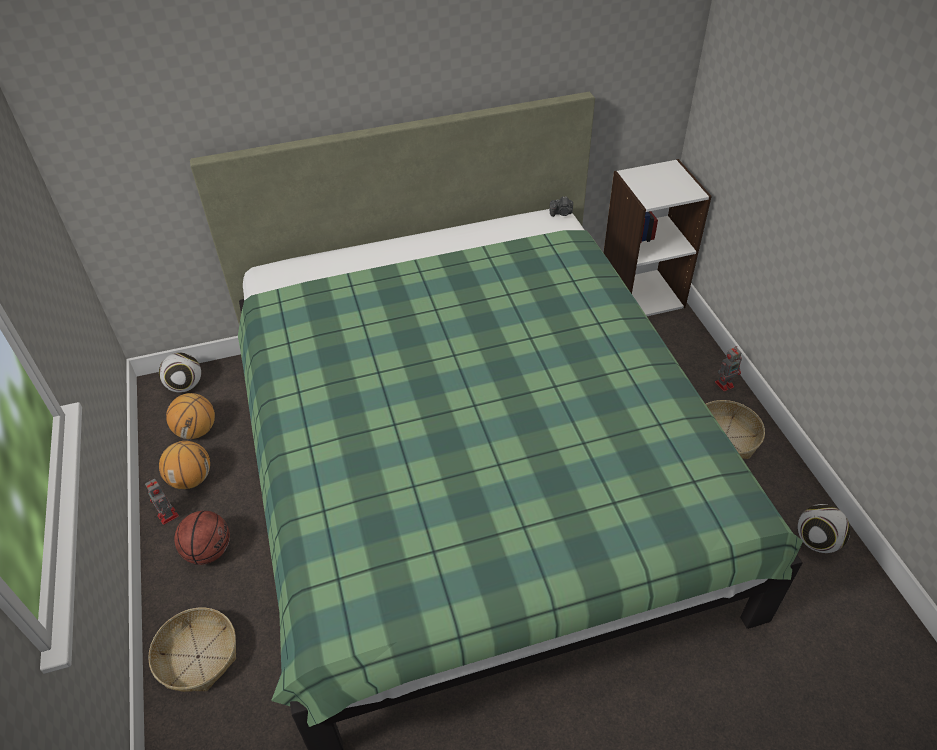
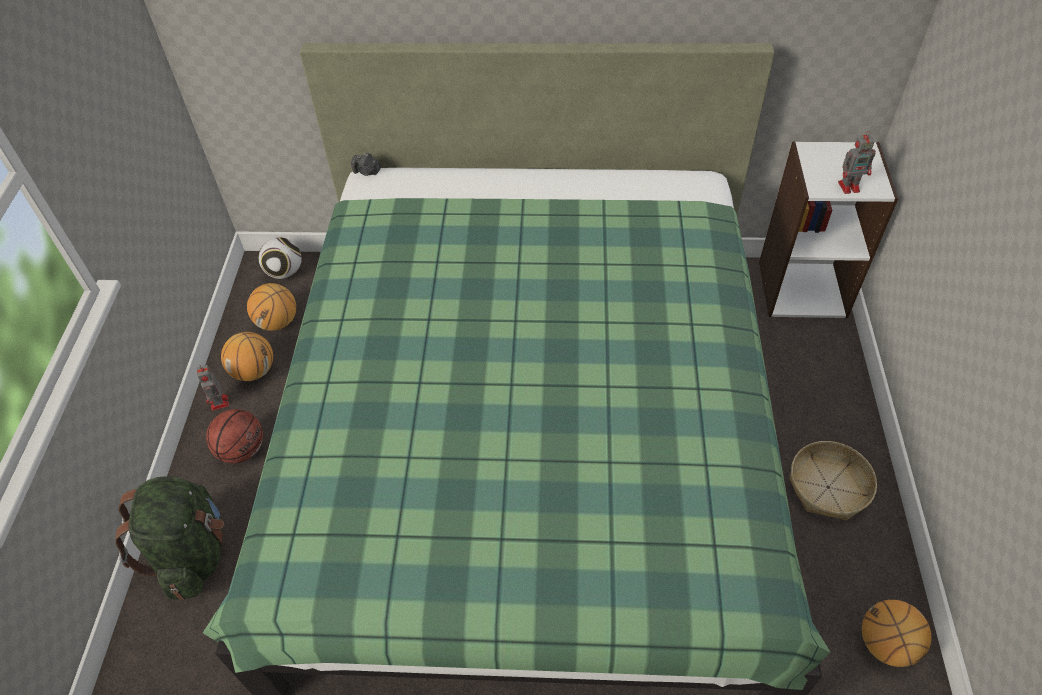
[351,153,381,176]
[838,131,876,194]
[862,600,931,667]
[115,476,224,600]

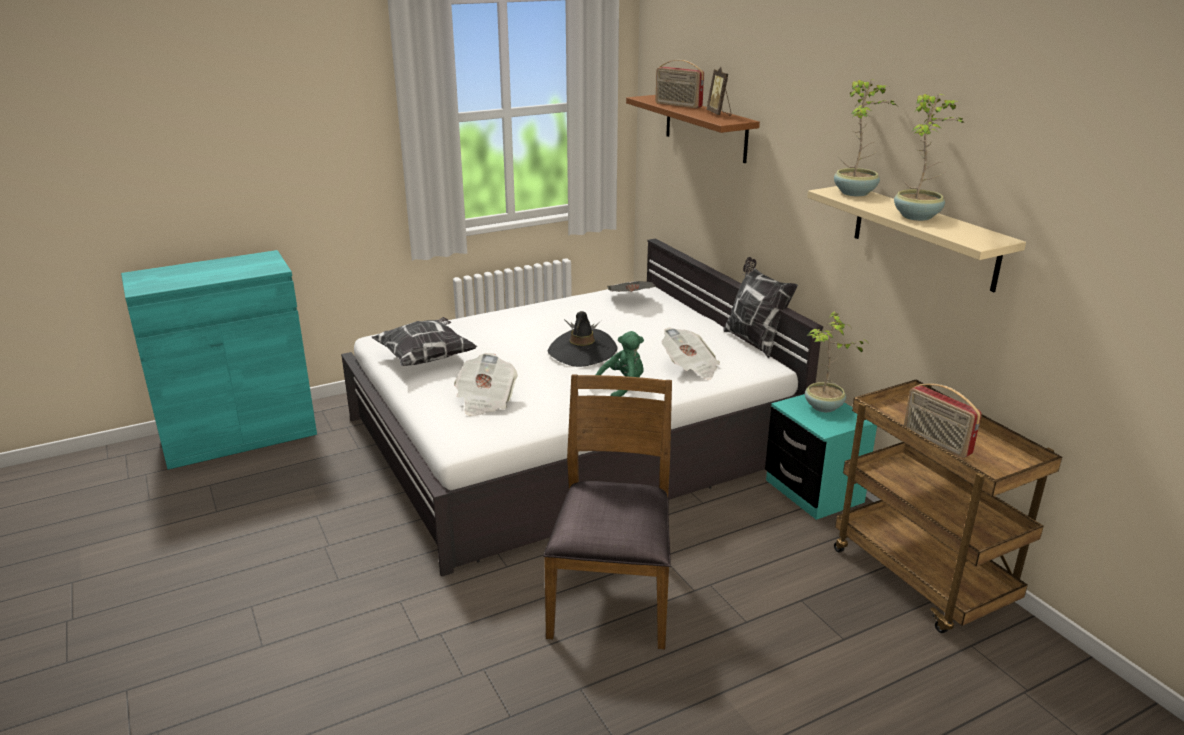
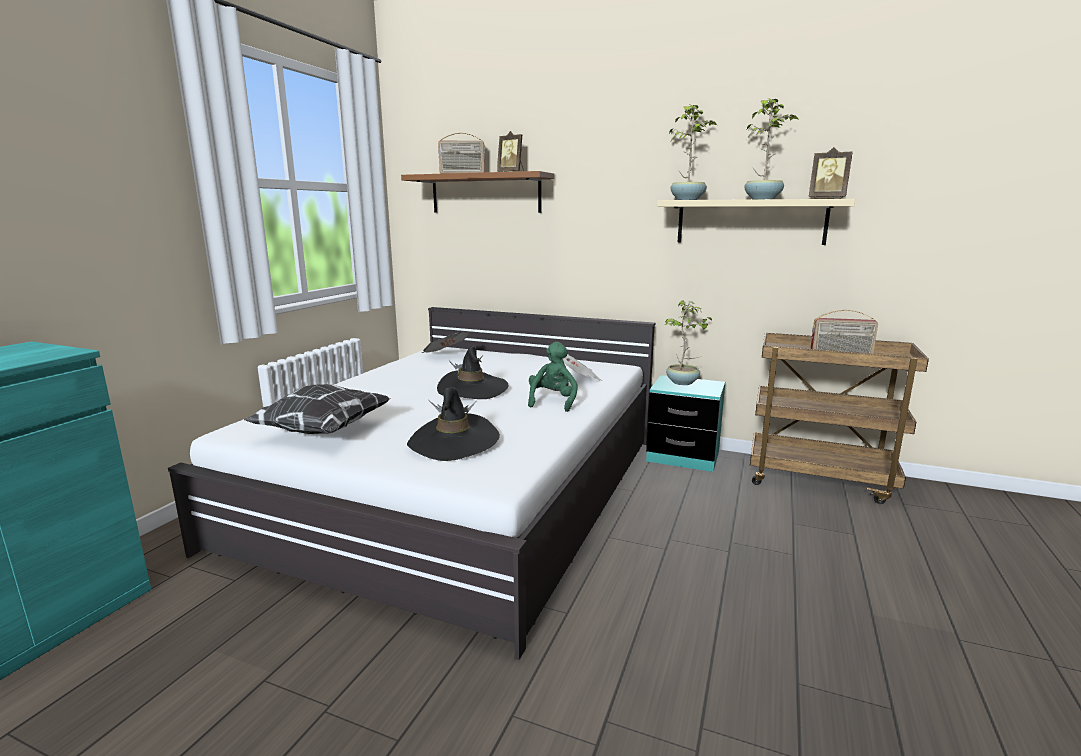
[723,257,798,358] (first image)
[407,387,500,461]
[543,374,672,649] (first image)
[809,147,853,199]

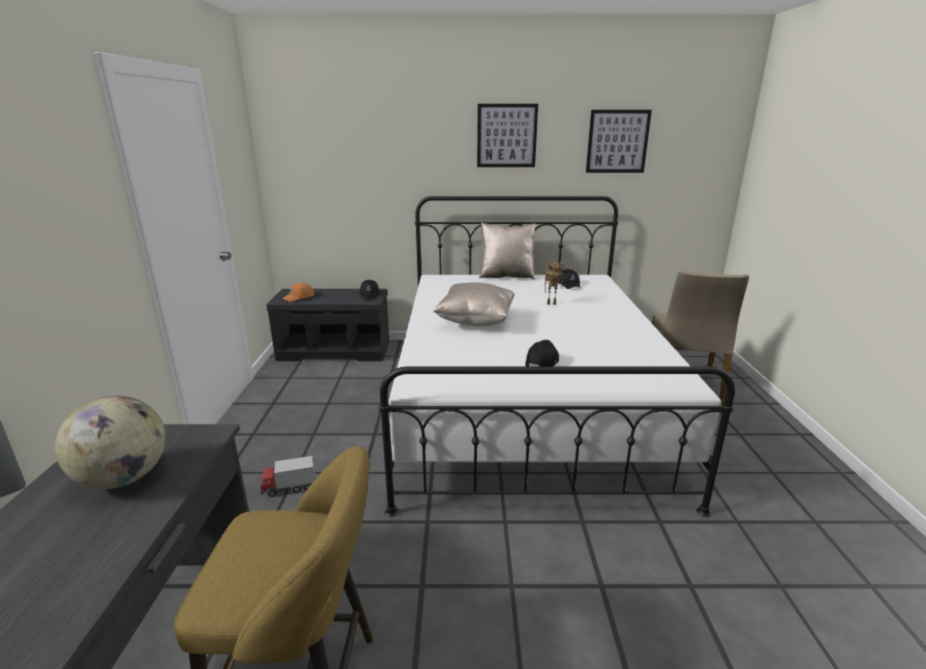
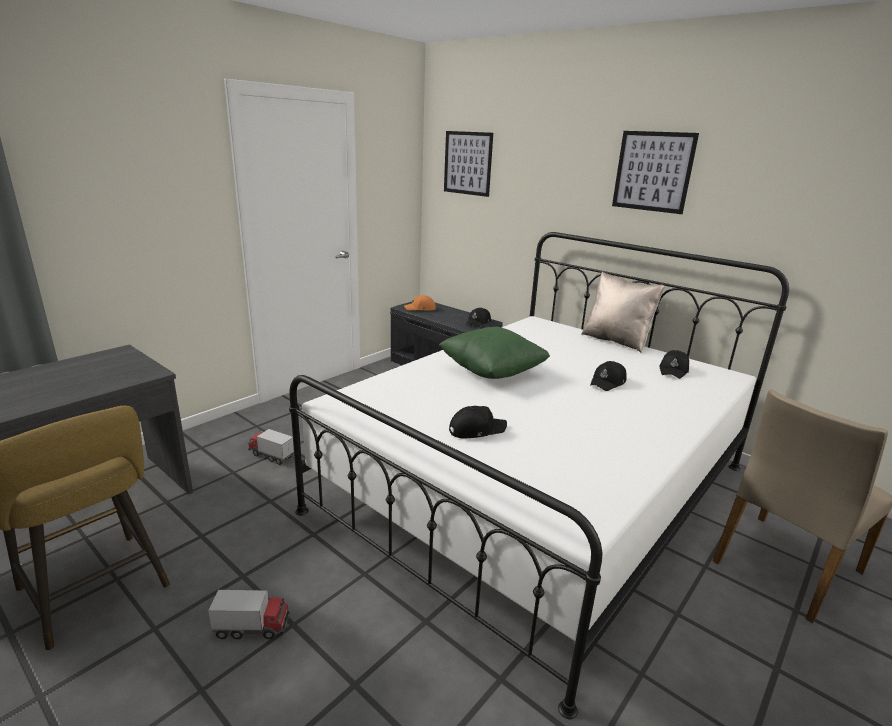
[444,131,493,197]
[590,361,626,391]
[438,327,550,379]
[55,396,165,489] (first image)
[208,590,290,639]

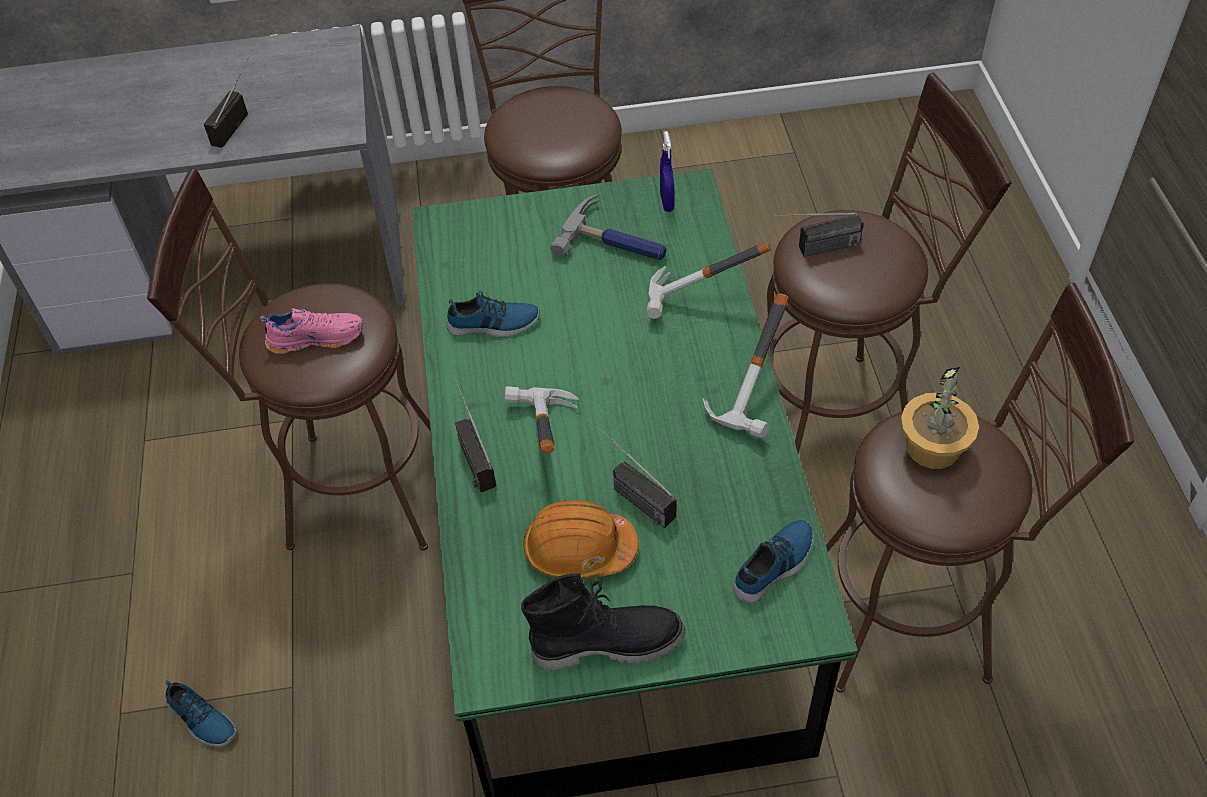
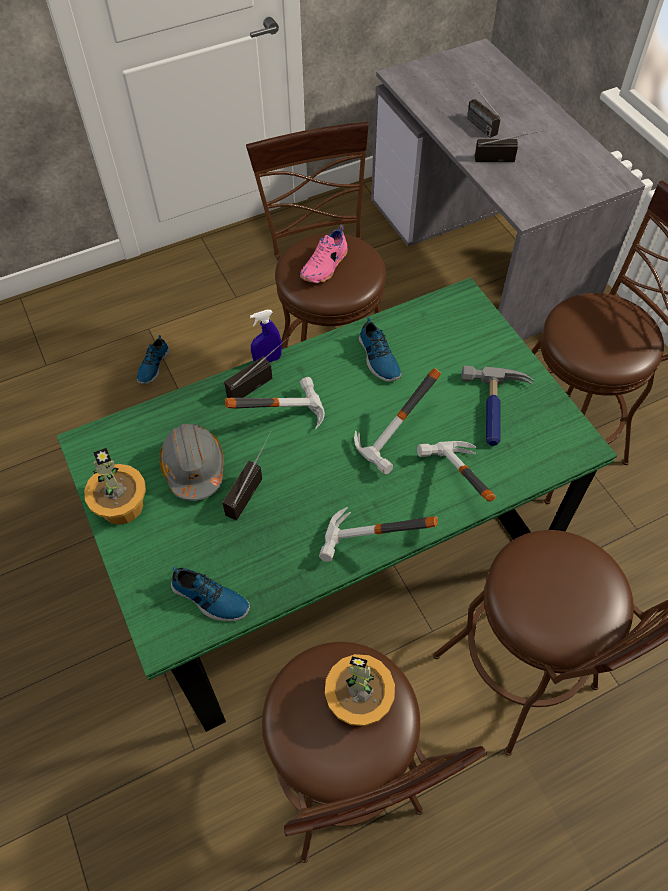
[250,310,282,363]
[465,74,500,138]
[300,225,348,283]
[160,424,224,501]
[84,448,146,525]
[354,368,441,475]

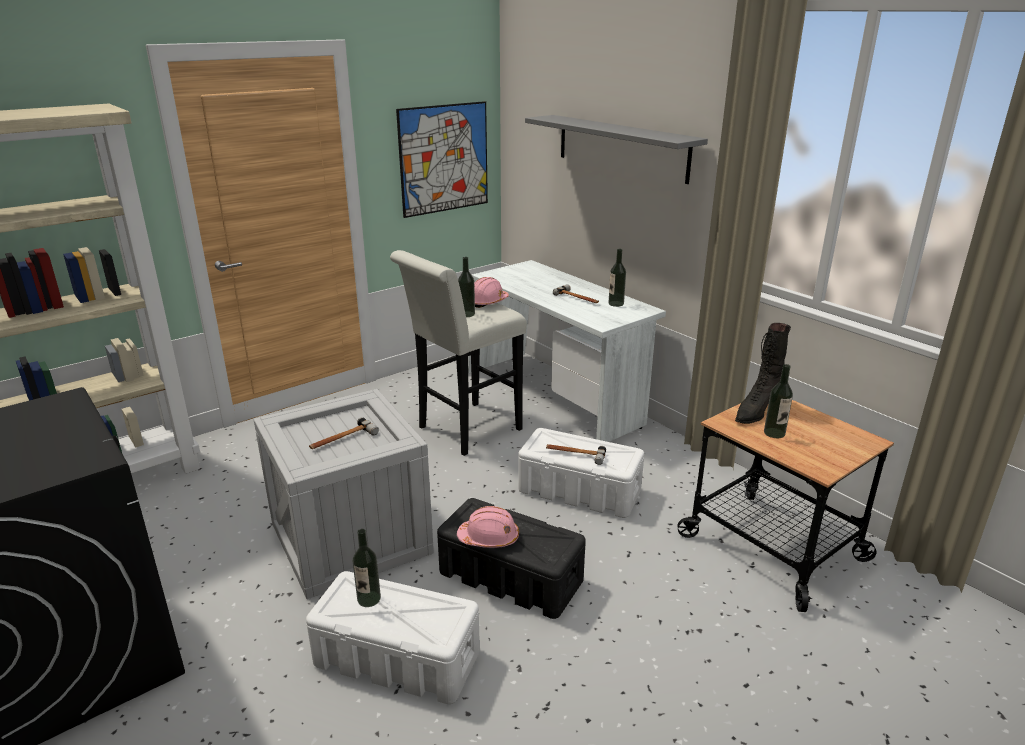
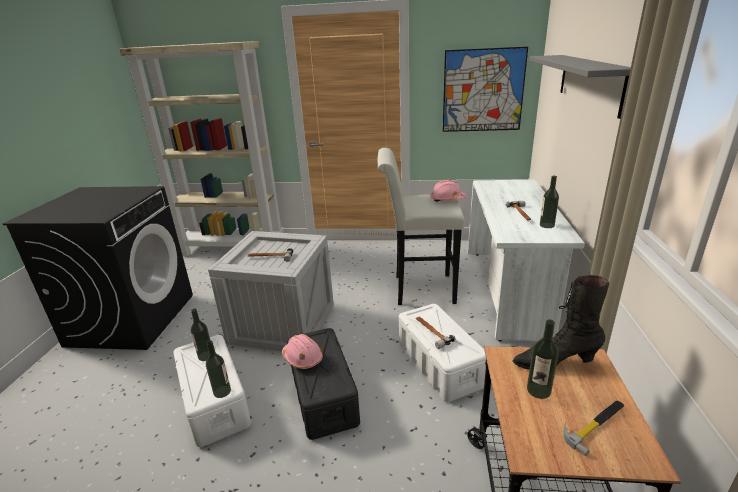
[206,341,231,398]
[563,401,624,456]

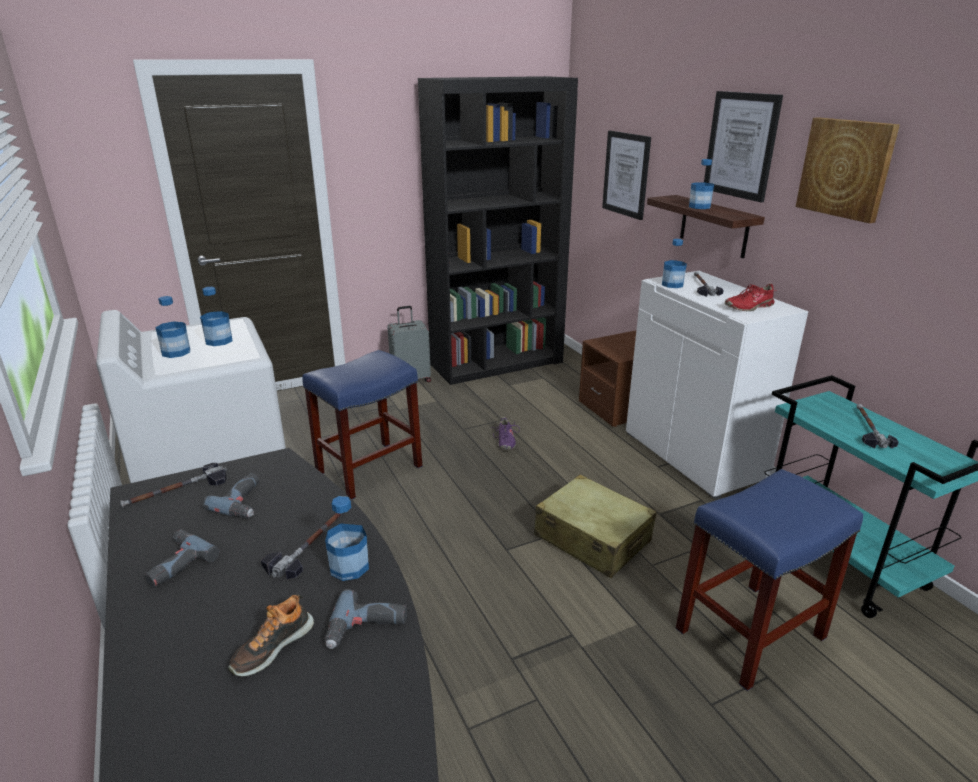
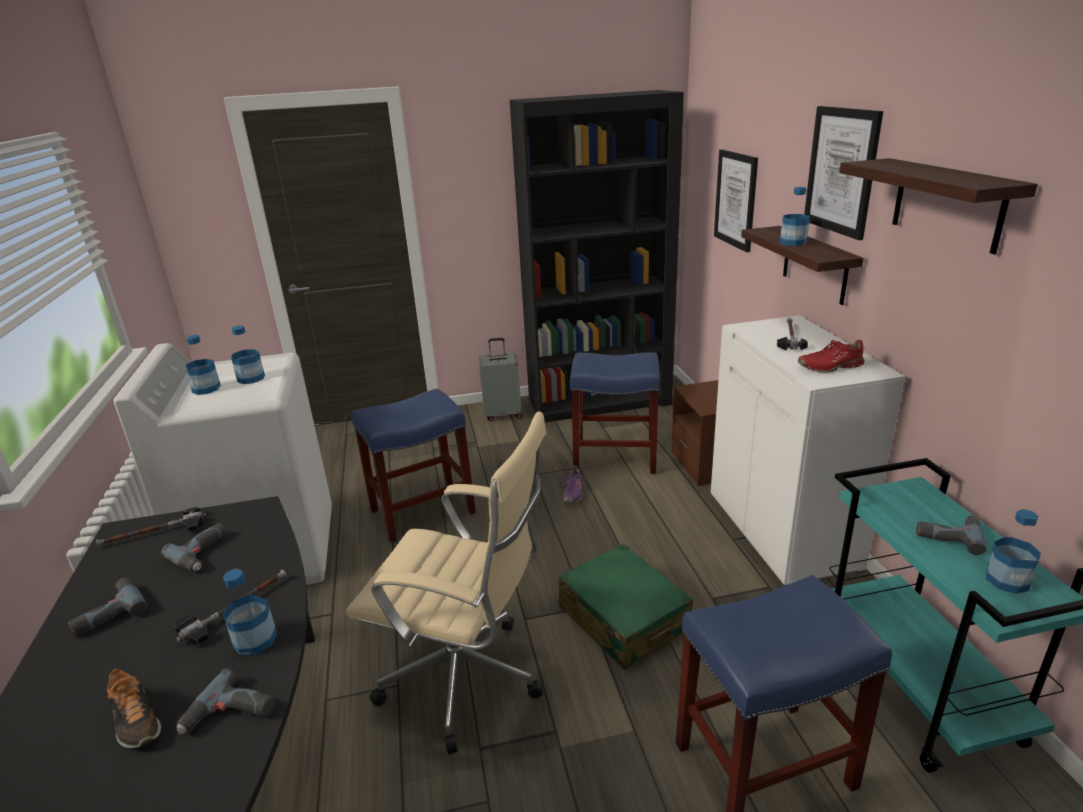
[839,158,1038,255]
[986,509,1041,594]
[916,516,986,555]
[558,543,693,670]
[107,668,161,748]
[570,352,660,474]
[346,412,547,755]

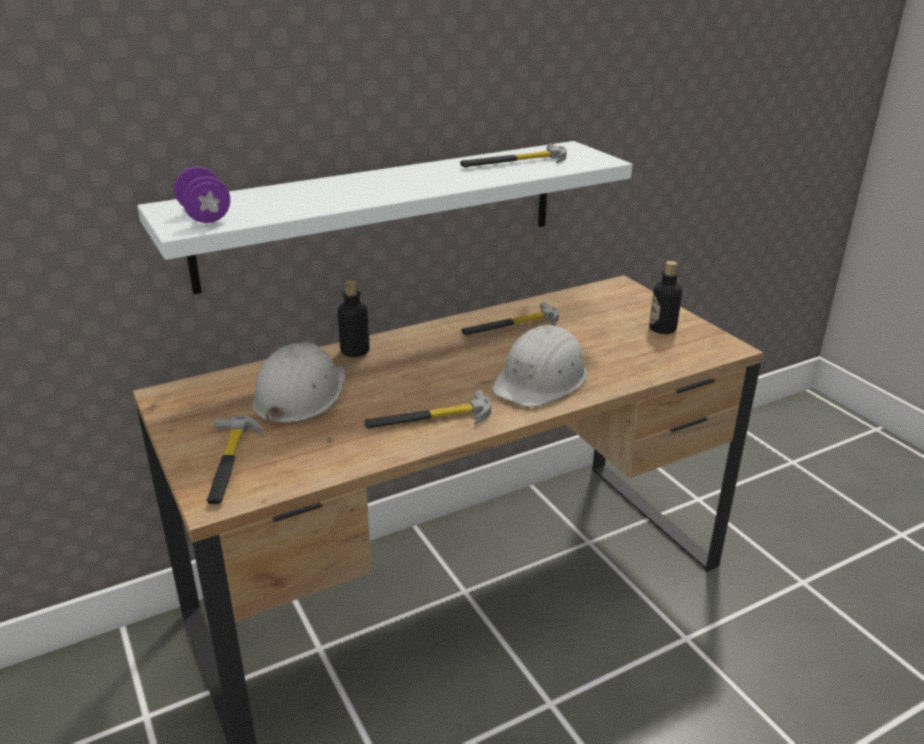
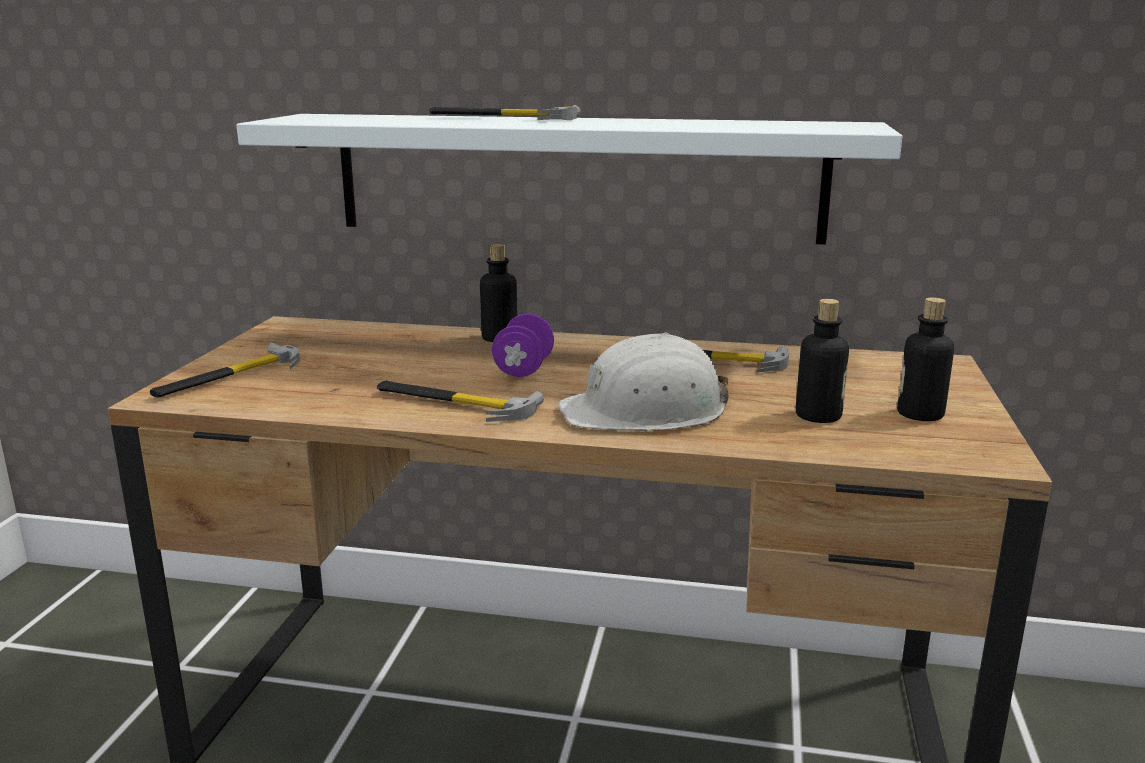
[430,105,581,120]
[492,314,554,377]
[252,342,346,426] (first image)
[796,299,849,423]

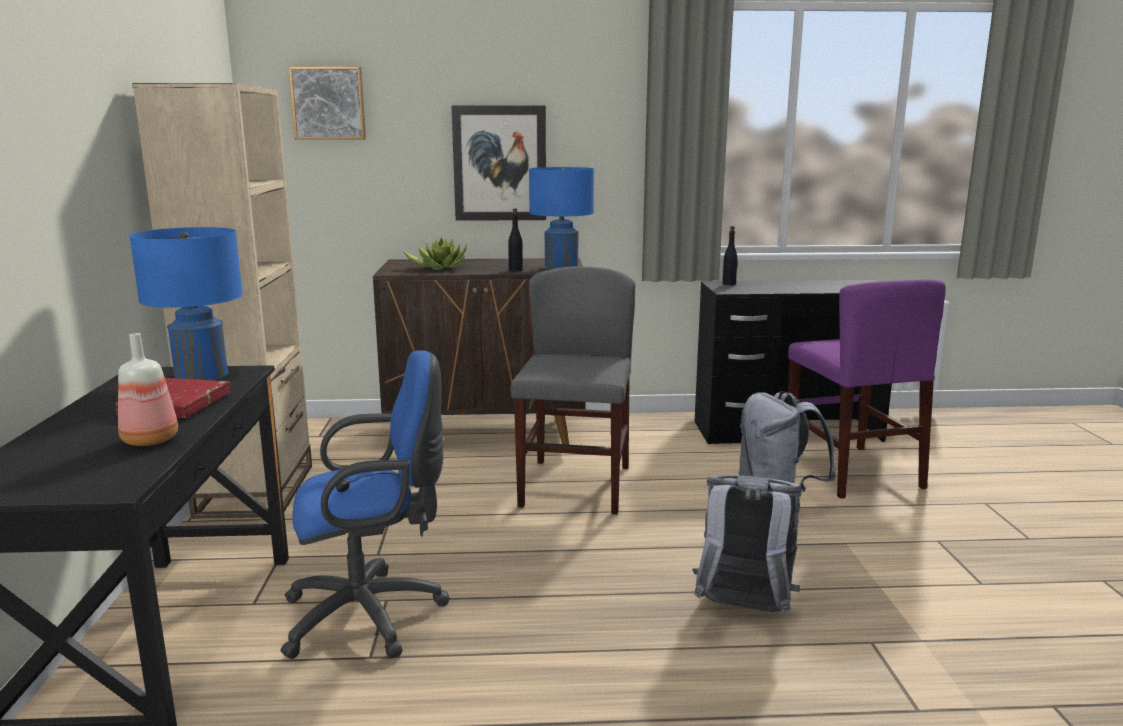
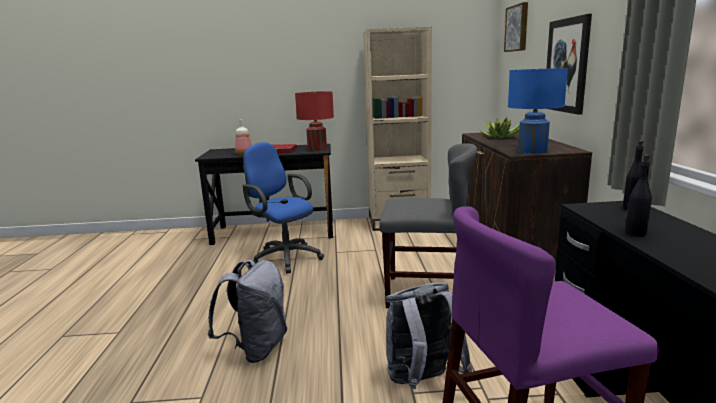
[625,154,652,237]
[295,91,334,151]
[242,142,324,273]

